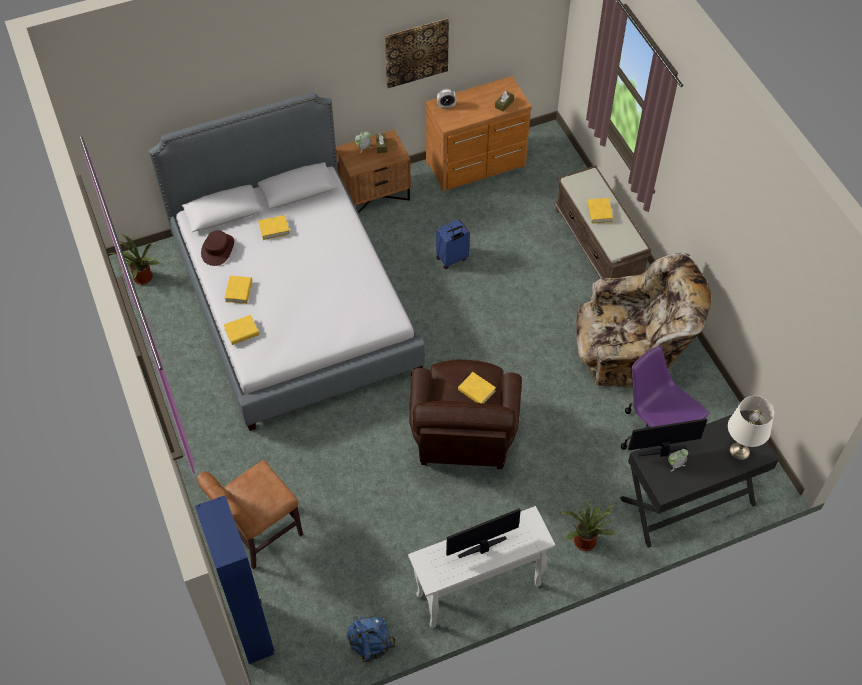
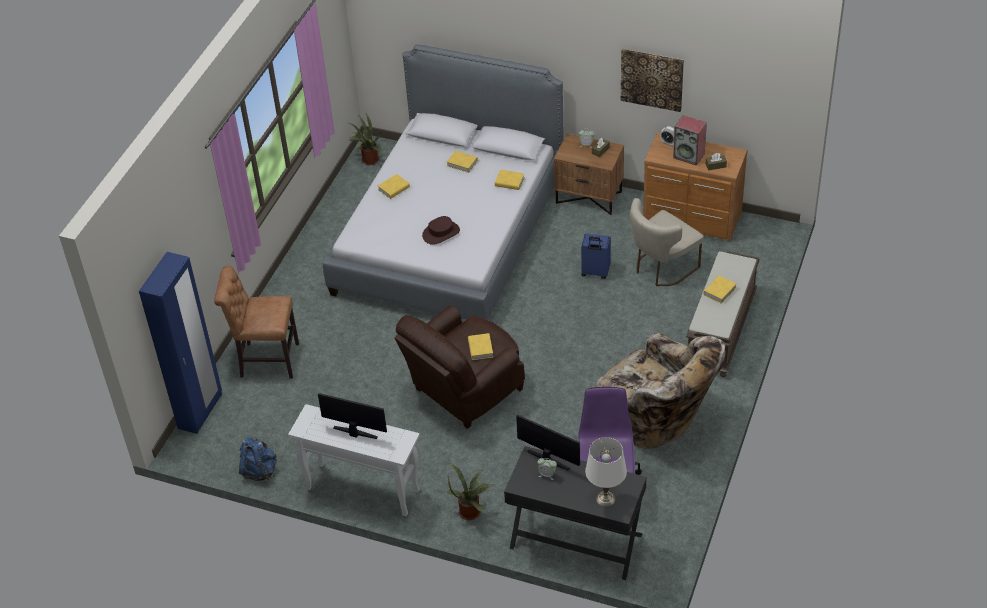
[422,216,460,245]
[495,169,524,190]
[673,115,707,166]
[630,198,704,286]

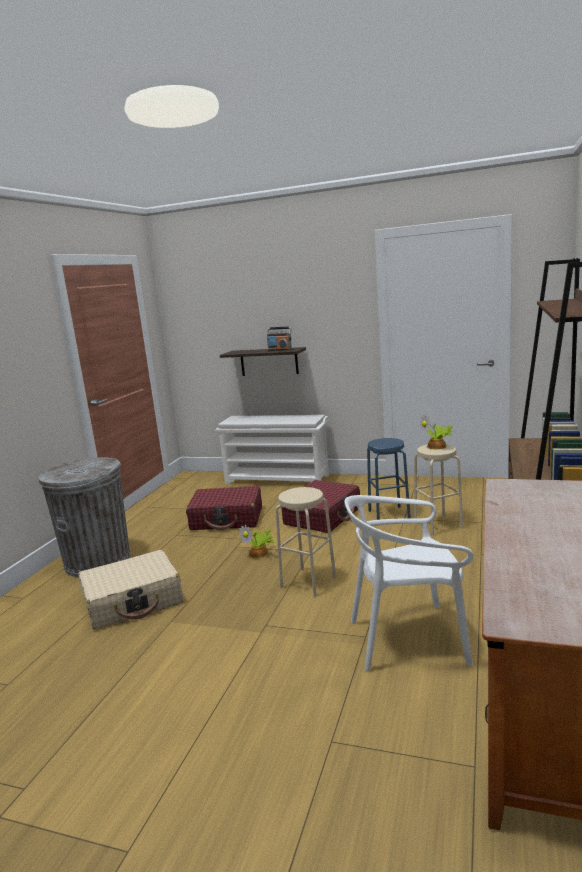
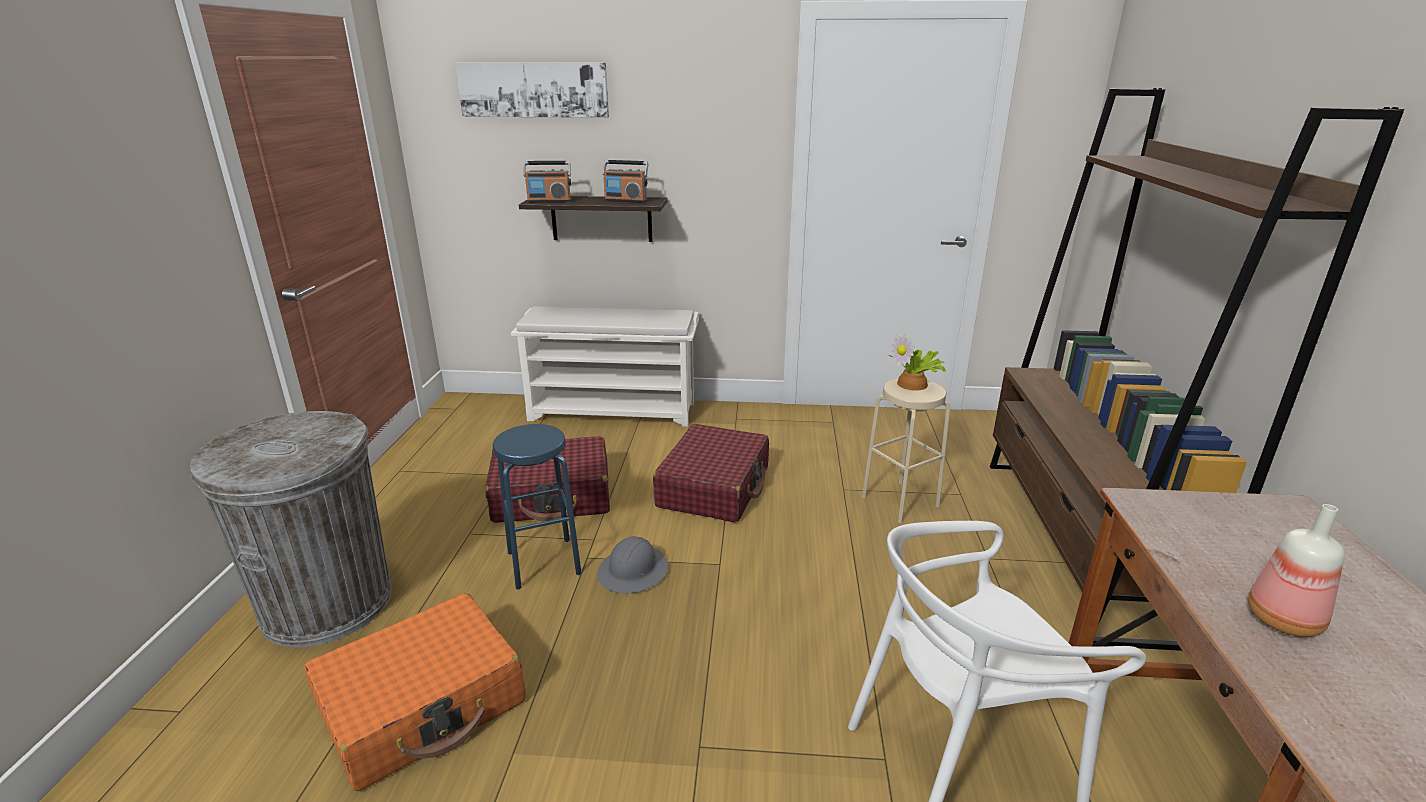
[493,424,581,590]
[275,487,336,597] (first image)
[597,536,668,594]
[304,593,526,791]
[455,63,609,118]
[523,161,571,203]
[1248,504,1345,637]

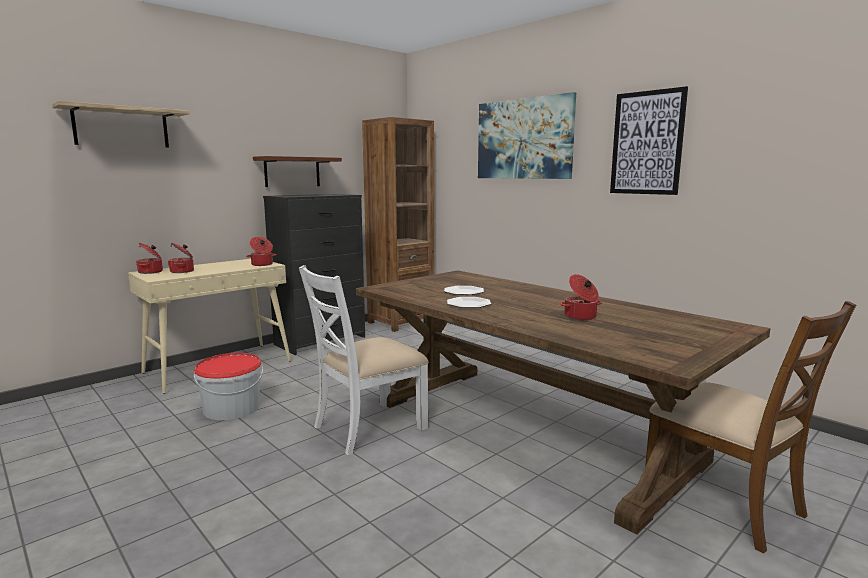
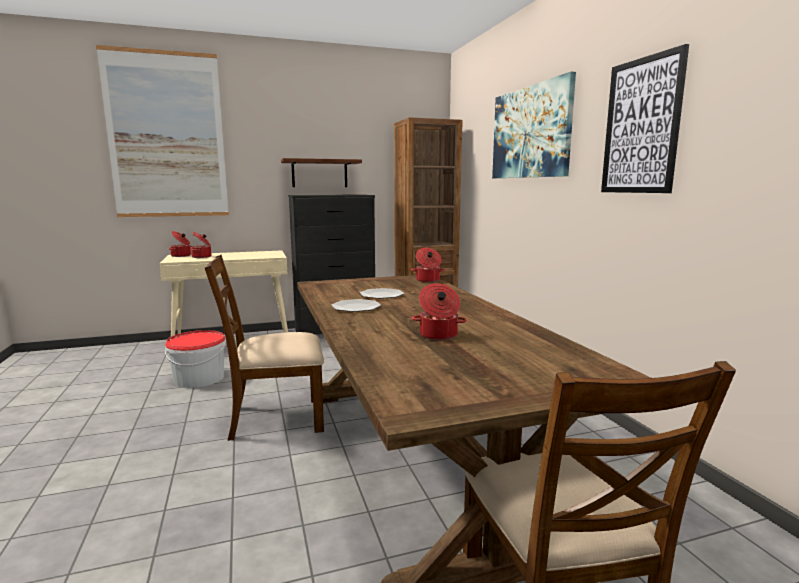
[96,45,229,217]
[411,248,445,282]
[205,255,324,441]

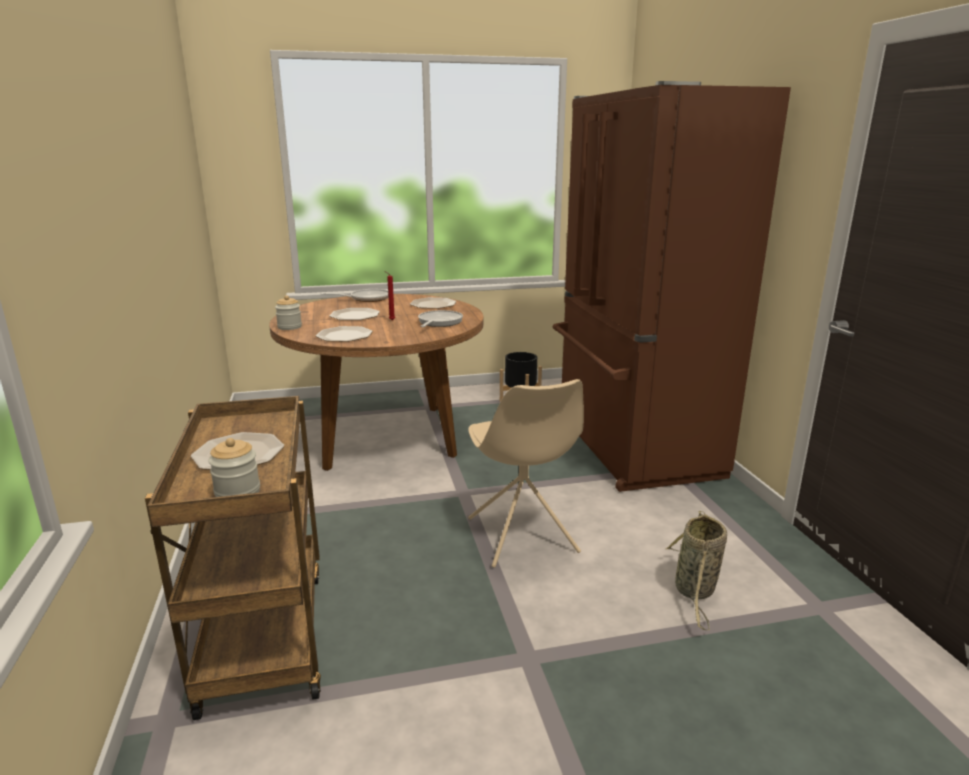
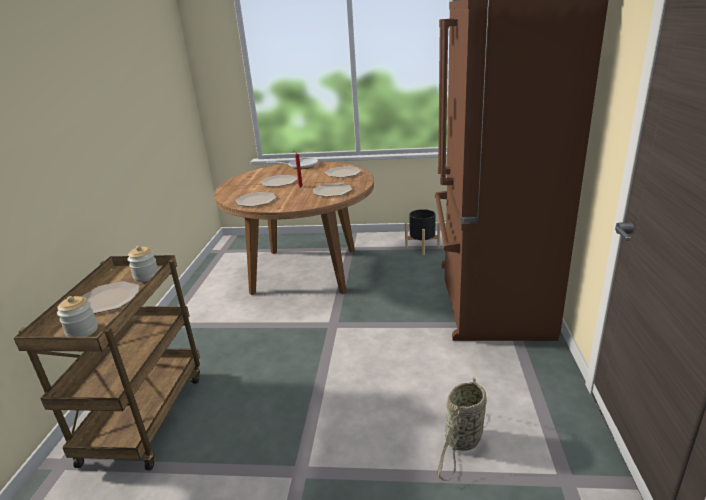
[128,246,159,282]
[313,183,352,197]
[468,379,584,568] (first image)

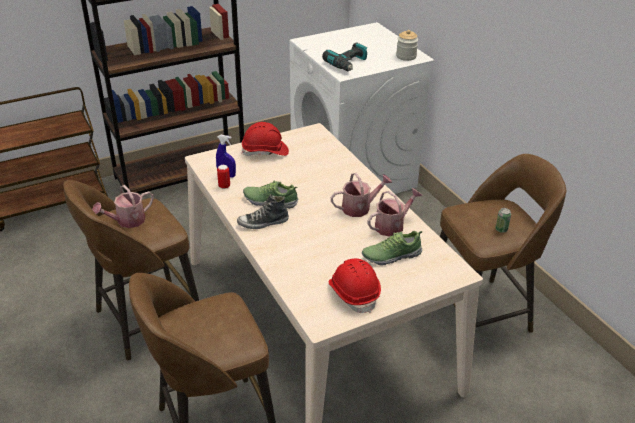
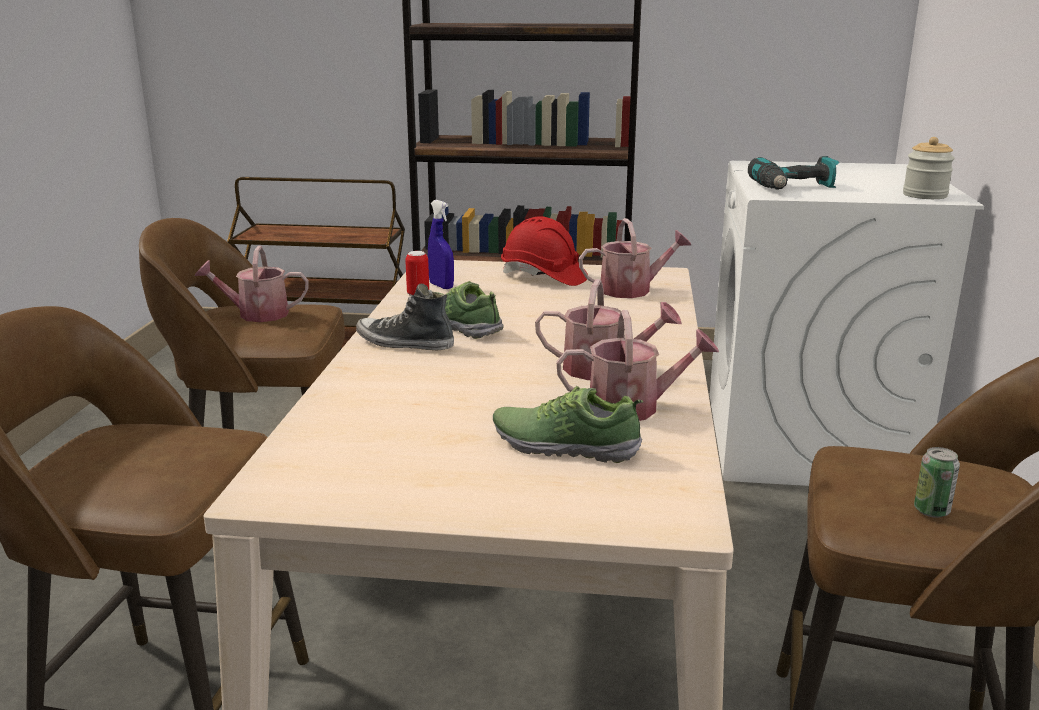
[329,258,381,313] (first image)
[579,218,691,298]

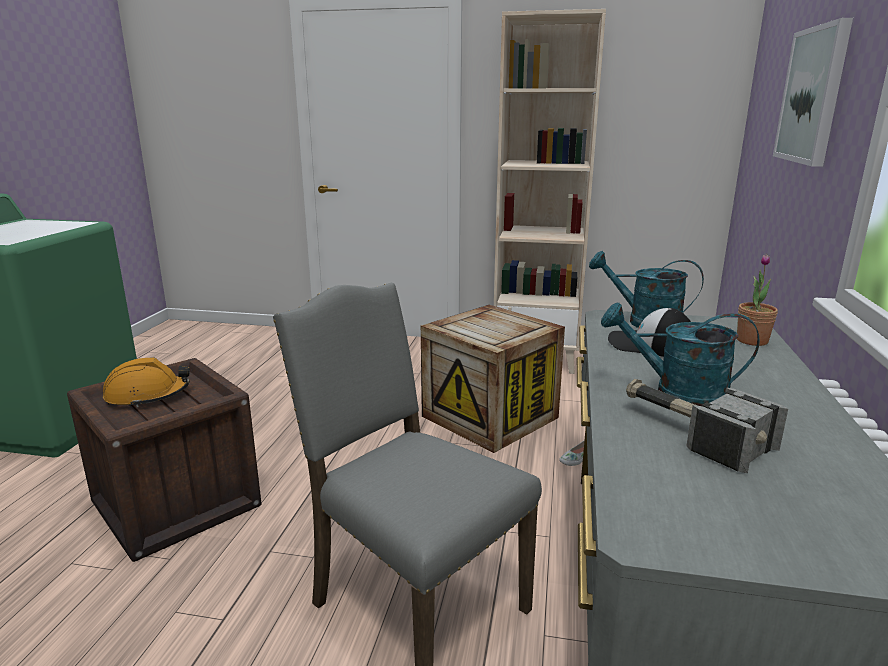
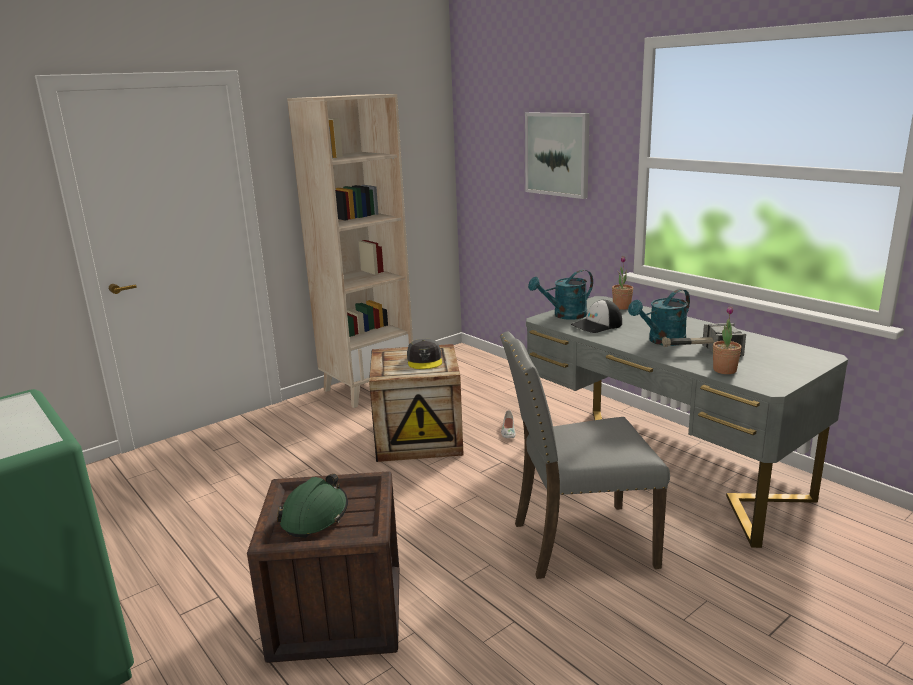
[277,474,348,538]
[713,306,742,374]
[407,339,442,369]

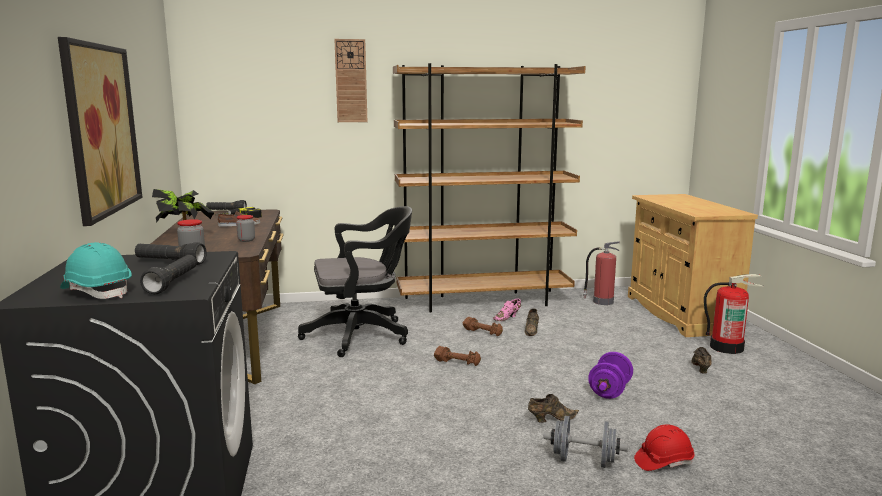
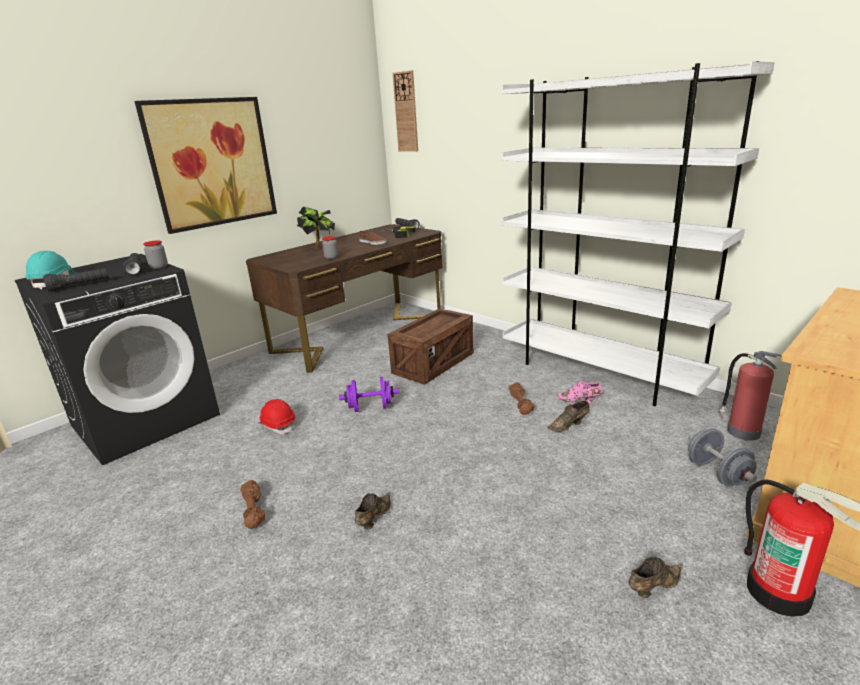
[392,70,418,152]
[501,61,775,406]
[387,308,474,385]
[240,480,265,529]
[339,377,399,412]
[355,492,391,530]
[688,428,757,487]
[258,399,296,434]

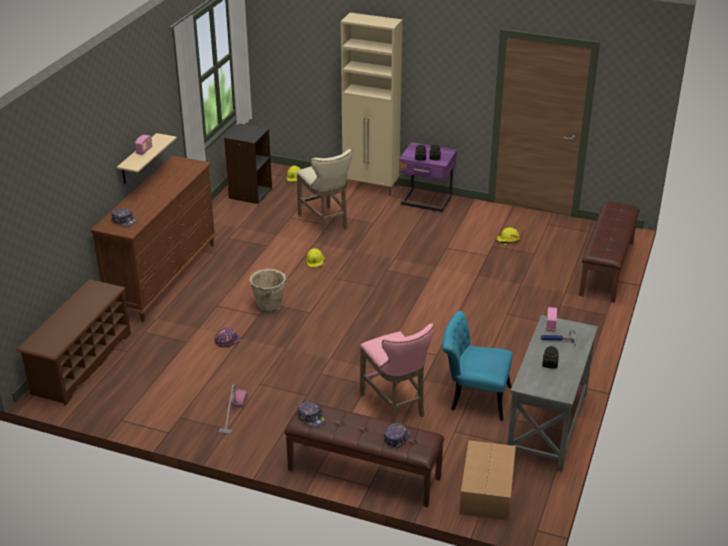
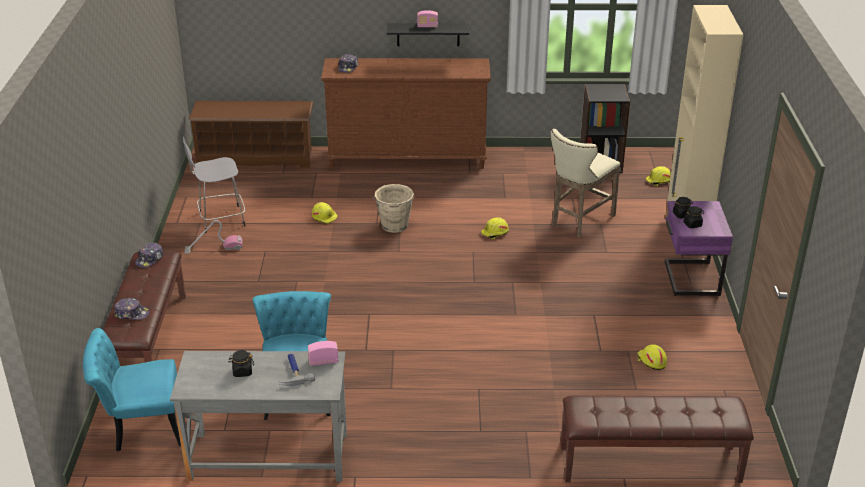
[387,23,469,46]
[360,323,434,423] (first image)
[312,202,338,224]
[83,328,181,451]
[183,136,246,233]

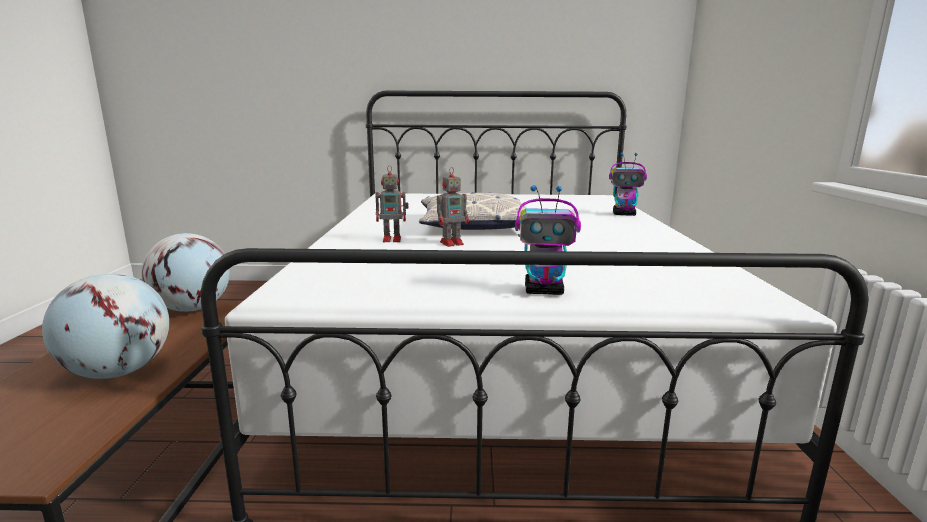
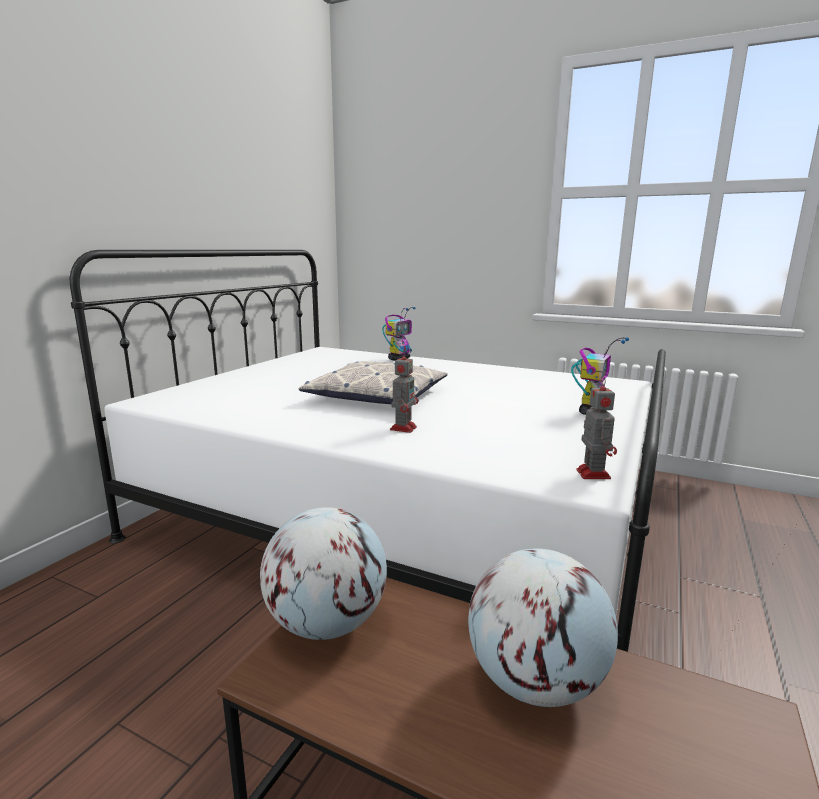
[576,377,617,479]

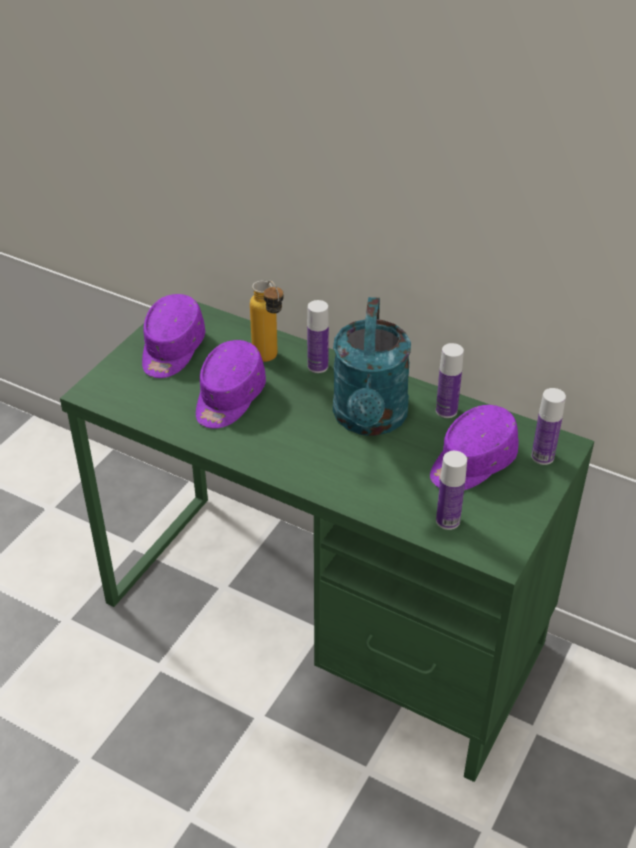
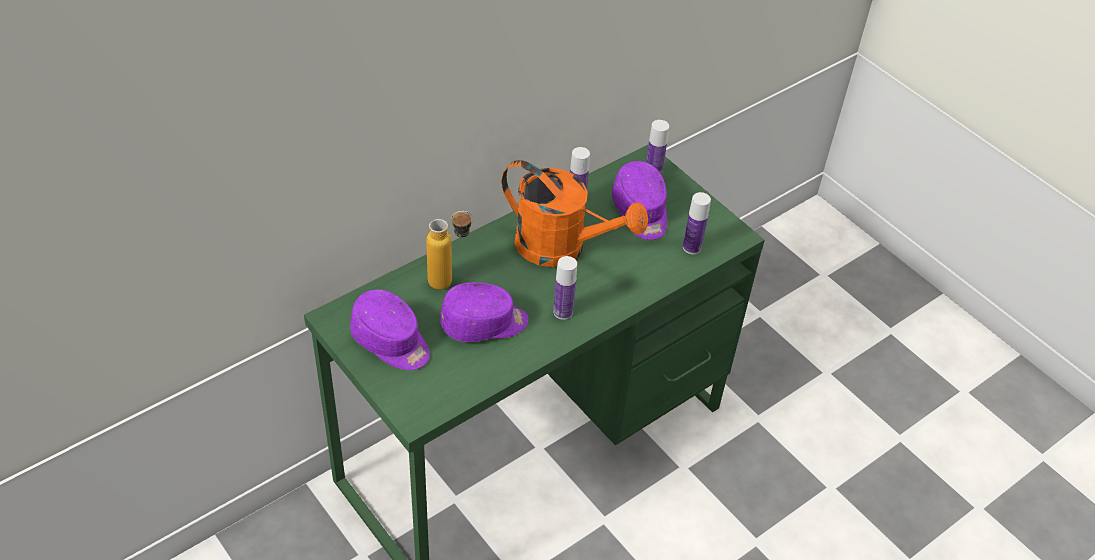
[501,160,648,267]
[553,256,577,320]
[440,282,529,342]

